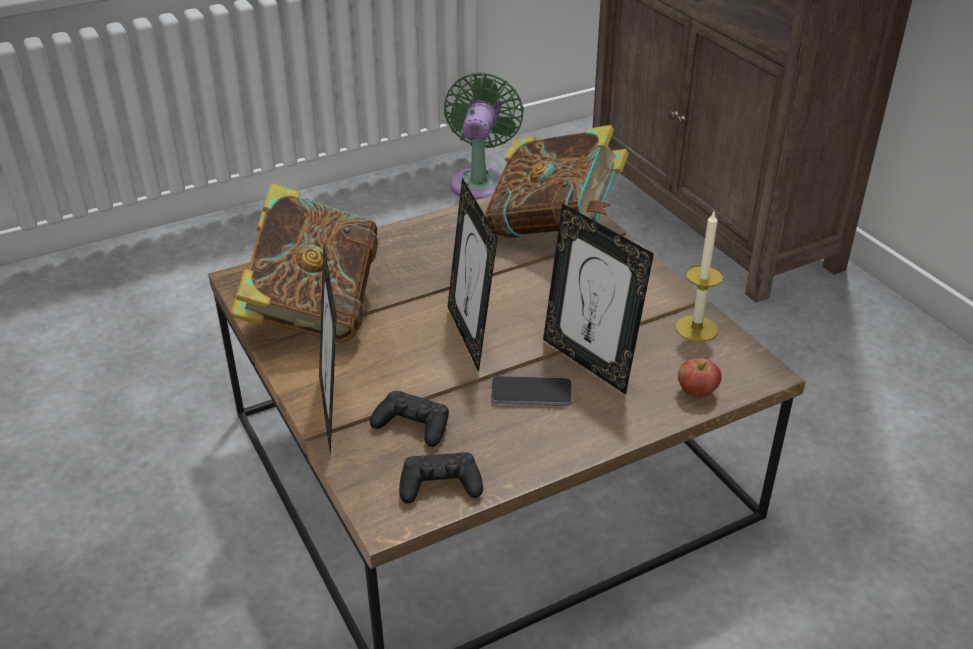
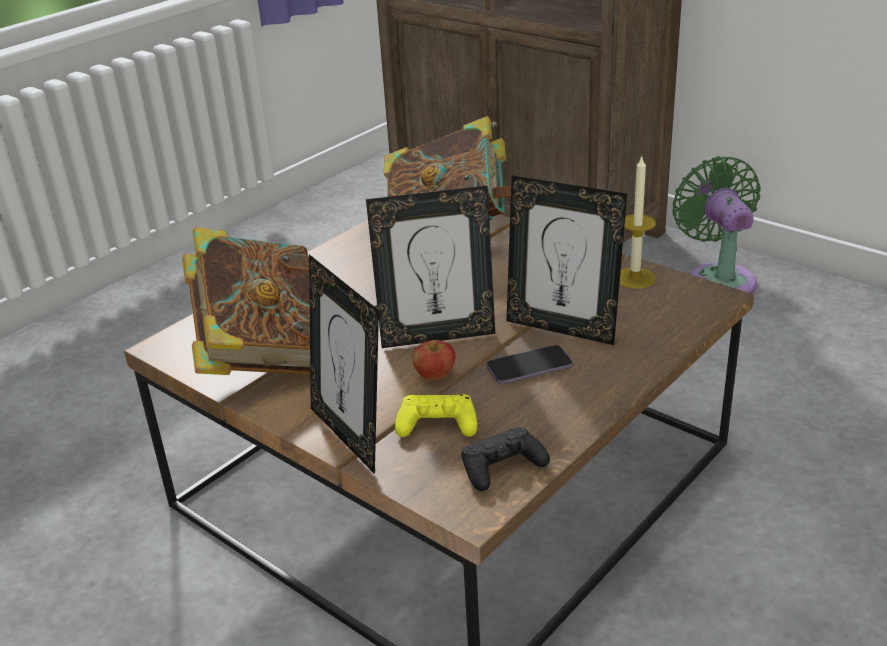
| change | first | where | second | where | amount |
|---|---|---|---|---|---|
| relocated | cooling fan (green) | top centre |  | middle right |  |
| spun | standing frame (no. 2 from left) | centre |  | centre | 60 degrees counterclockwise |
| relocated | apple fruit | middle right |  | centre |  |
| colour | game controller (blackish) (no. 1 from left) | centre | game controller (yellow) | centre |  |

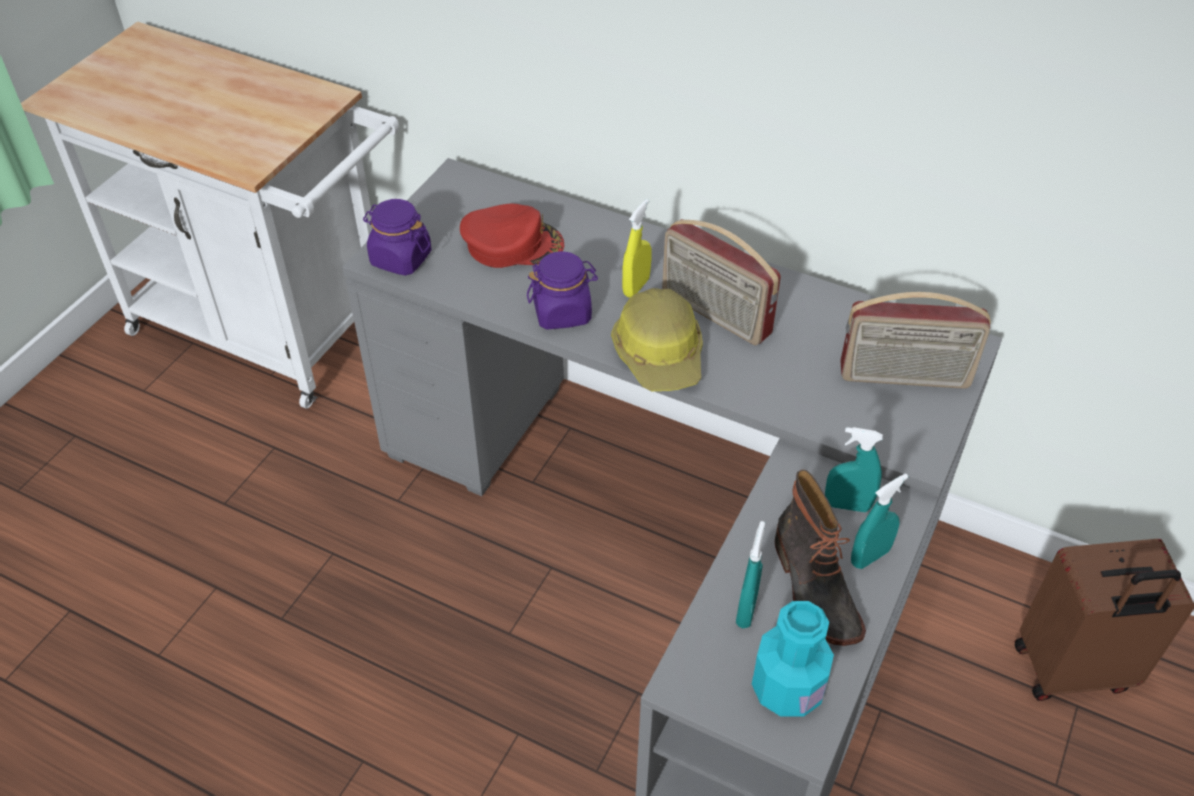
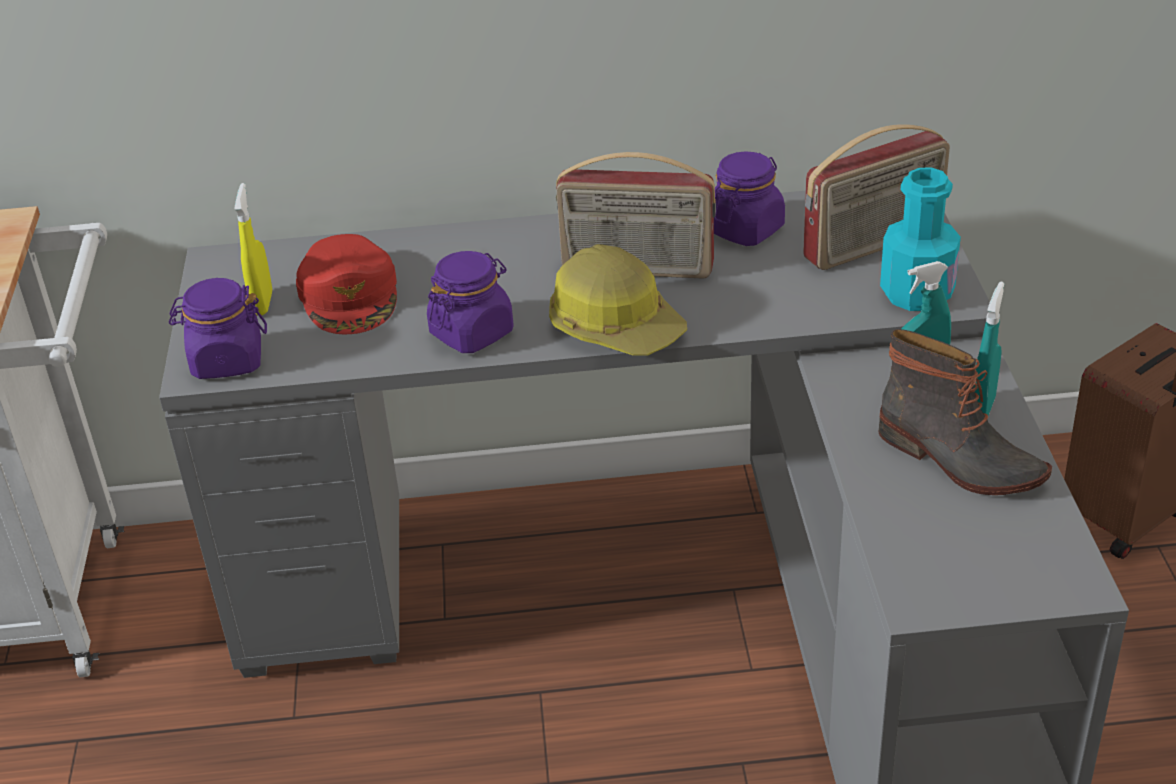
| change | first | where | second | where | amount |
|---|---|---|---|---|---|
| relocated | sprayer (yellow) | top centre |  | top left |  |
| spun | peaked cap (reddish) | top centre |  | middle left | 105 degrees clockwise |
| missing | sprayer (turquoise-coloured) (no. 1 from left) | bottom centre |  |  |  |
| relocated | drink bottle (turquoise-coloured) | bottom centre |  | top right |  |
| appeared |  |  | storage jar (purplish) (no. 3 from left) | top centre |  |

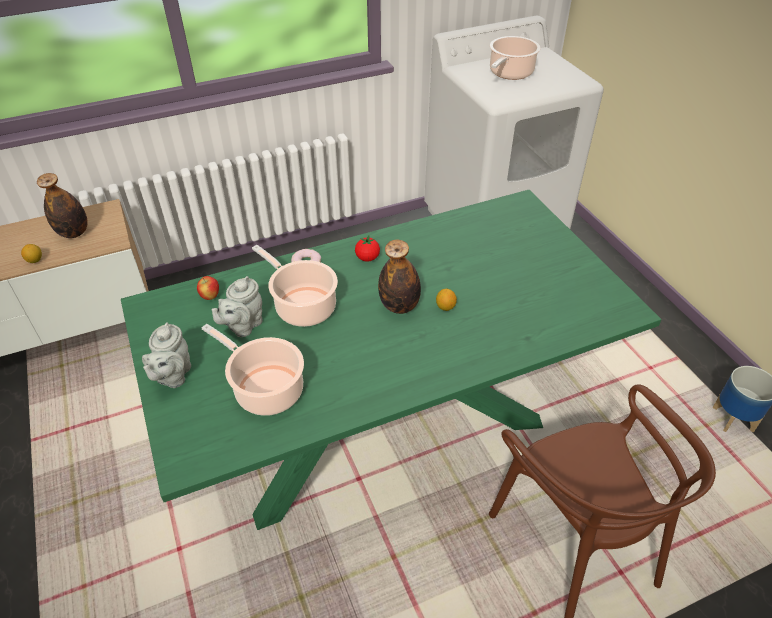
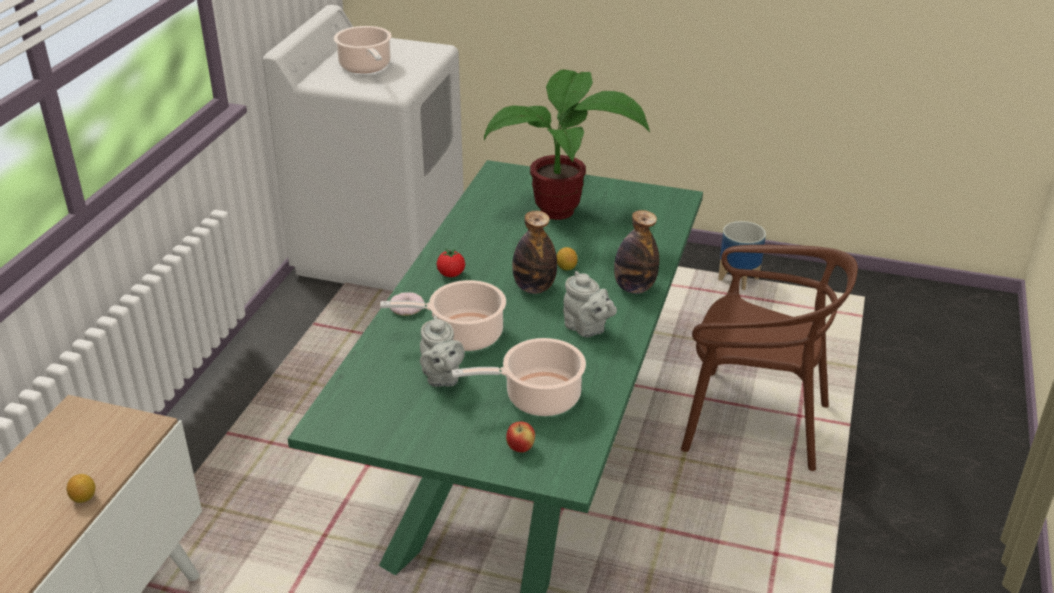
| change | first | where | second | where | amount |
|---|---|---|---|---|---|
| relocated | drink bottle (no. 1 from left in the first image) | top left | drink bottle (no. 2 from left) | centre |  |
| relocated | apple fruit | middle left |  | bottom centre |  |
| relocated | teapot (gray) (no. 1 from left in the first image) | middle left | teapot (gray) (no. 2 from left) | centre |  |
| appeared |  |  | plant in a pot | top centre |  |

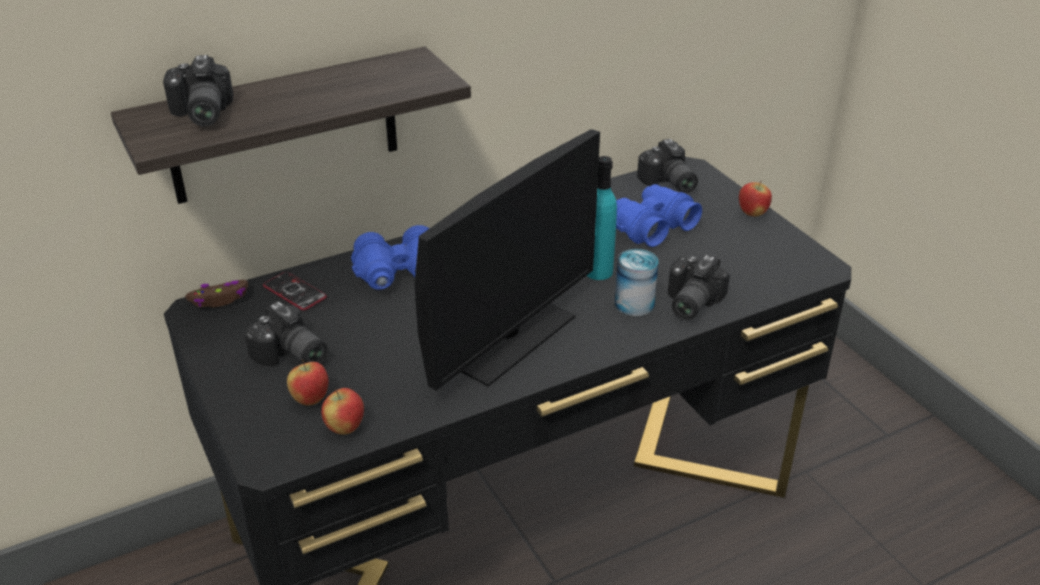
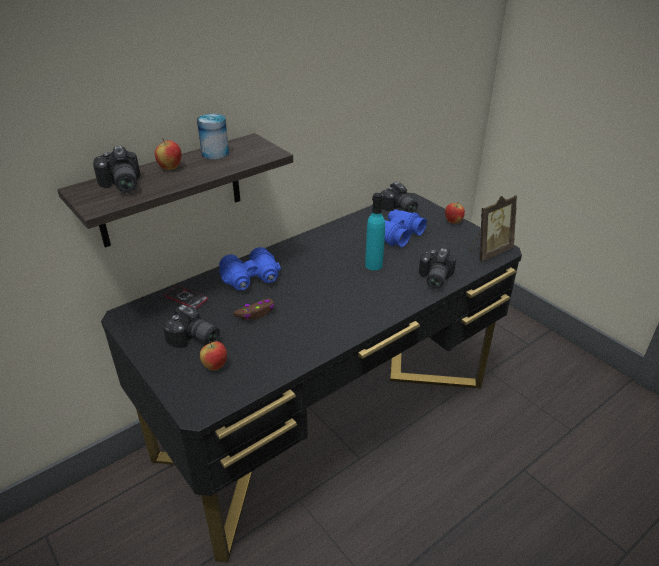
| change | first | where | second | where | amount |
|---|---|---|---|---|---|
| missing | computer display | centre |  |  |  |
| relocated | sealed can | centre |  | top left |  |
| relocated | game controller (brownish) | middle left |  | centre |  |
| relocated | apple fruit (no. 2 from left in the first image) | bottom left | apple fruit (no. 1 from left) | top left |  |
| appeared |  |  | standing frame | middle right |  |

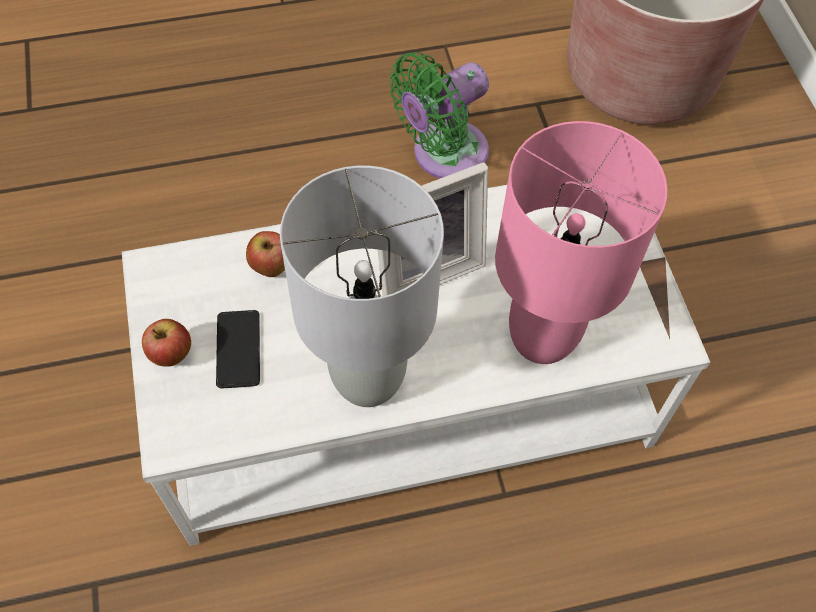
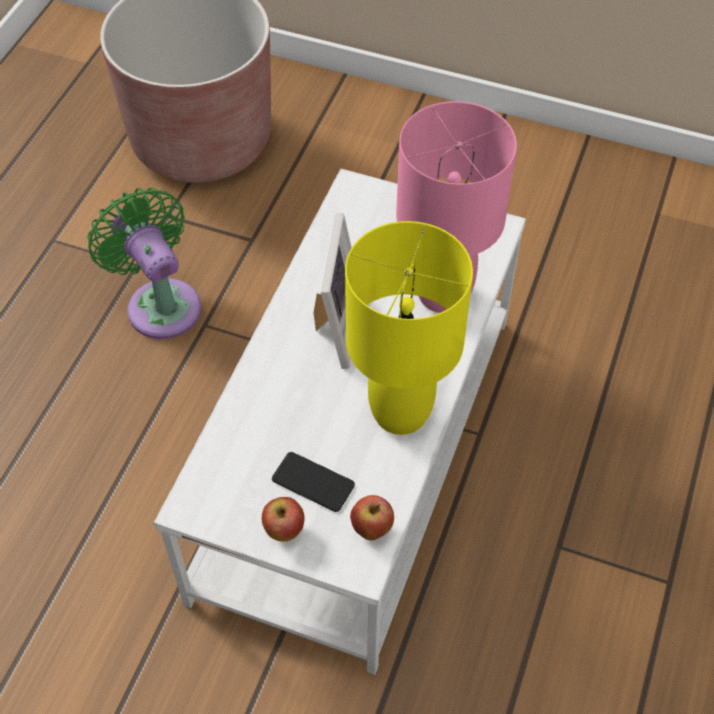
| change | first | where | second | where | amount |
|---|---|---|---|---|---|
| spun | cooling fan (green) | top centre |  | middle left | 150 degrees clockwise |
| colour | lamp for a table (gray) | centre | lamp for a table (yellow) | centre |  |
| relocated | apple fruit (no. 2 from left) | middle left |  | bottom centre |  |

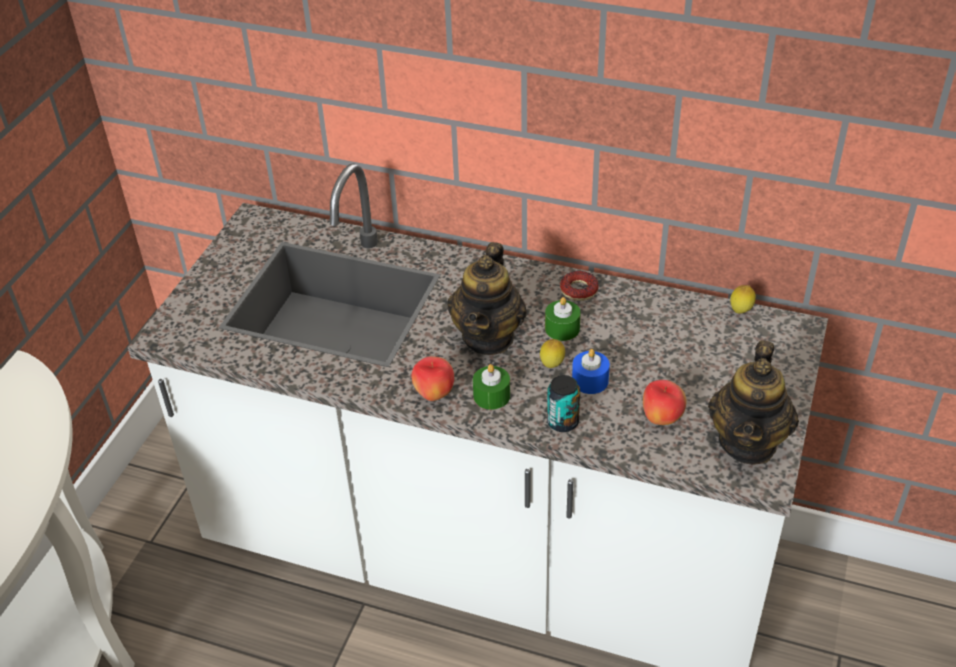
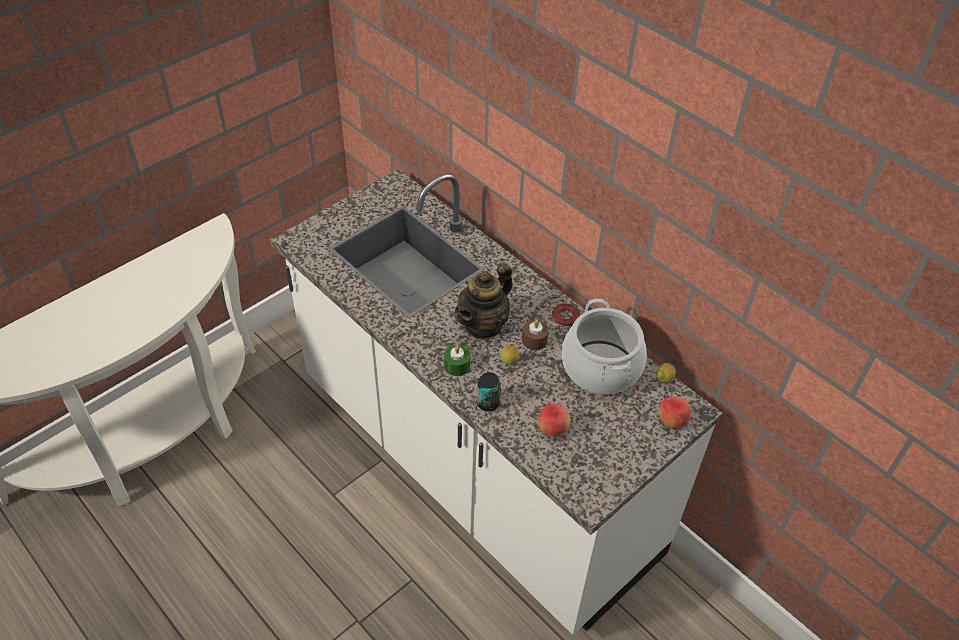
| change | first | where | second | where | amount |
|---|---|---|---|---|---|
| colour | wax candle (green) (no. 2 from left) | centre | wax candle (brownish) | centre |  |
| missing | teapot (no. 2 from left) | middle right |  |  |  |
| missing | wax candle (bluish) | centre |  |  |  |
| relocated | apple fruit (no. 1 from left in the first image) | centre | apple fruit (no. 2 from left) | middle right |  |
| appeared |  |  | cooking pot | centre |  |

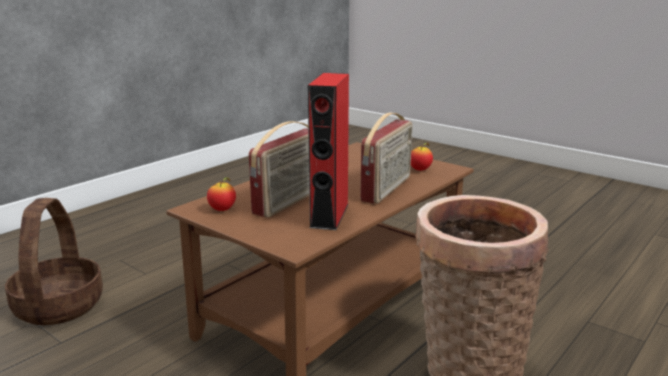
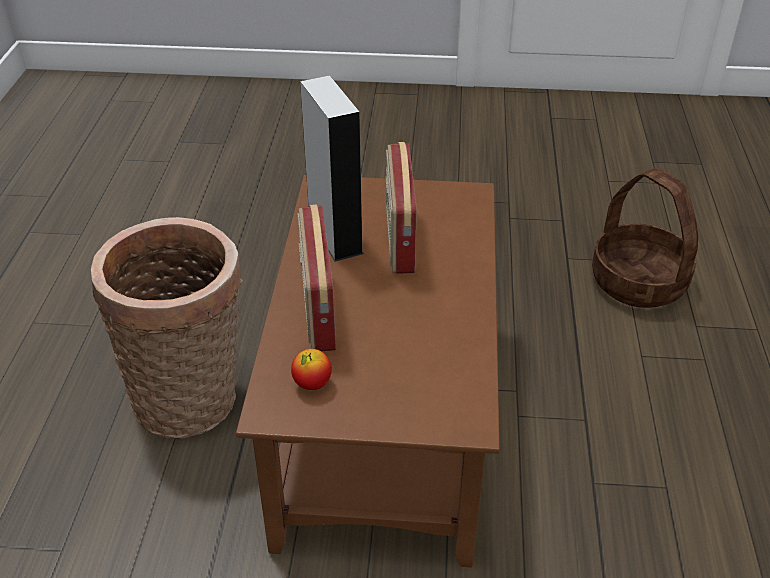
| change | first | where | second | where | amount |
|---|---|---|---|---|---|
| colour | speaker (reddish) | centre | speaker (gray) | top centre |  |
| missing | apple fruit (no. 1 from left) | middle left |  |  |  |

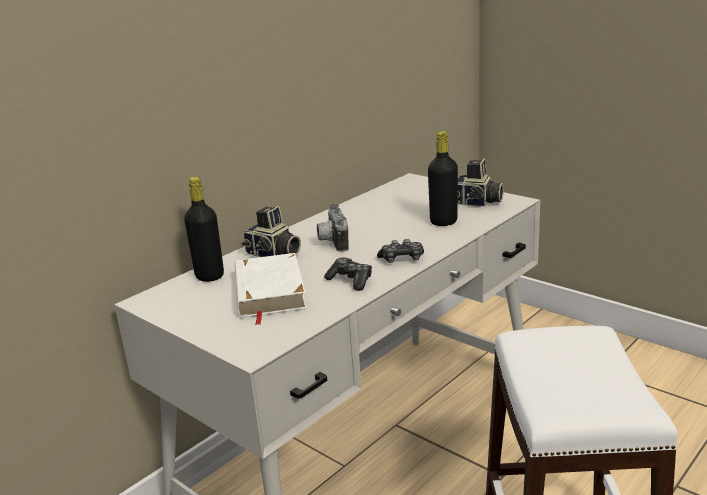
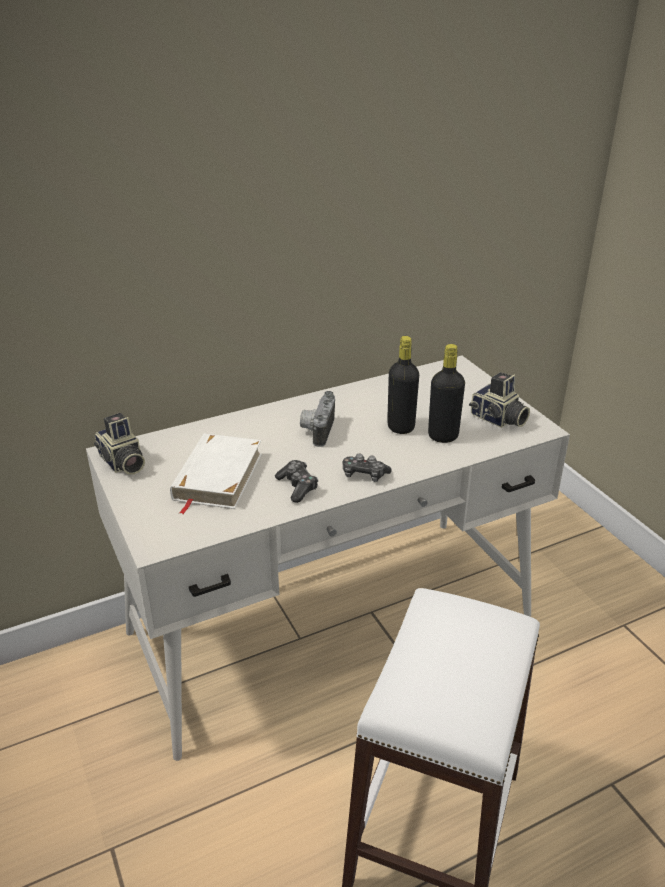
| change | first | where | second | where | amount |
|---|---|---|---|---|---|
| relocated | drink bottle (blackish) (no. 1 from left) | middle left |  | centre |  |
| relocated | photo camera (no. 1 from left) | centre |  | middle left |  |

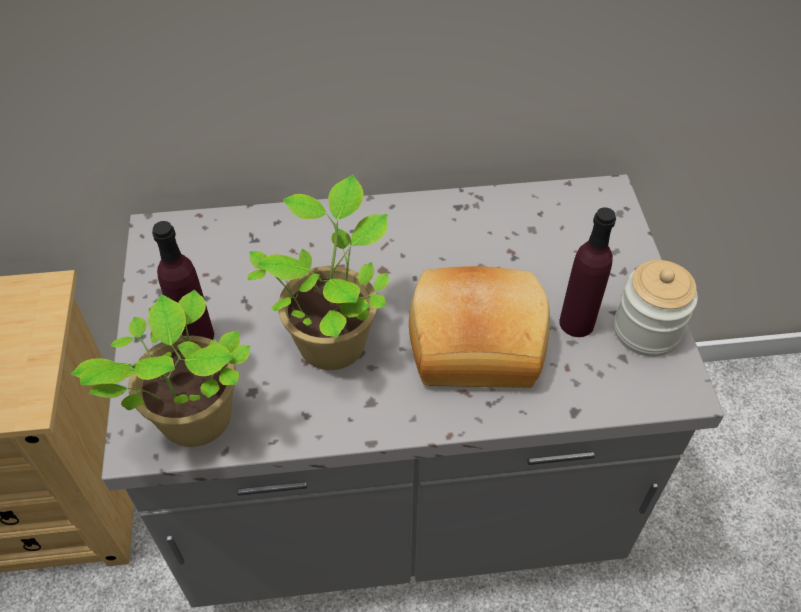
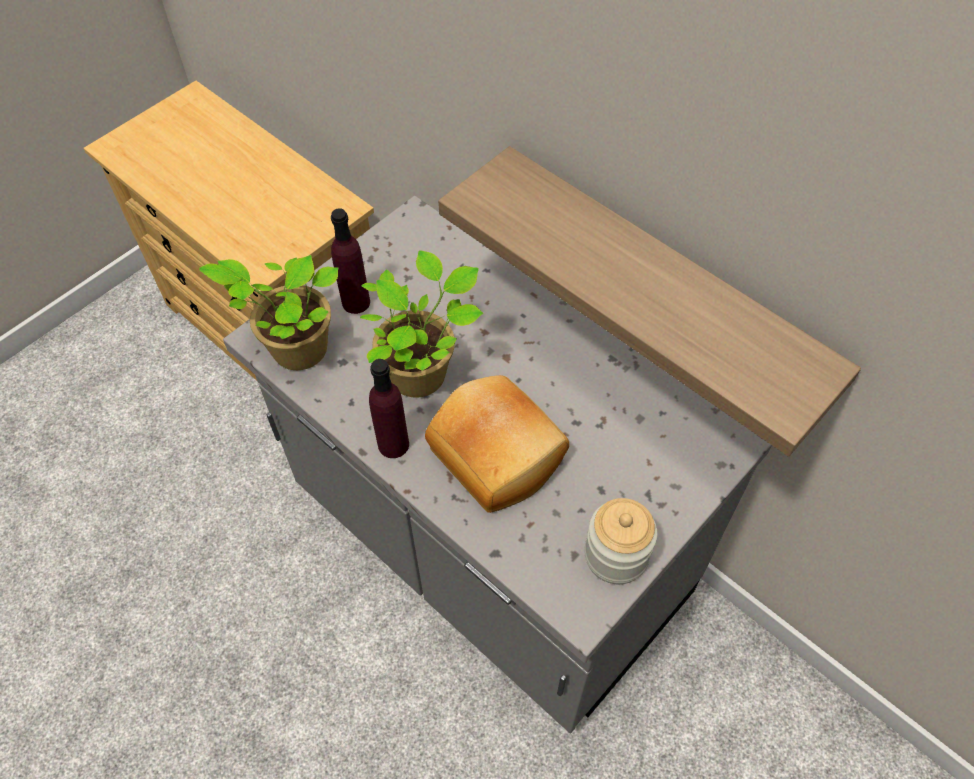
| change | first | where | second | where | amount |
|---|---|---|---|---|---|
| relocated | drink bottle (purplish) (no. 2 from left) | middle right |  | centre |  |
| appeared |  |  | bracket shelf | centre |  |

